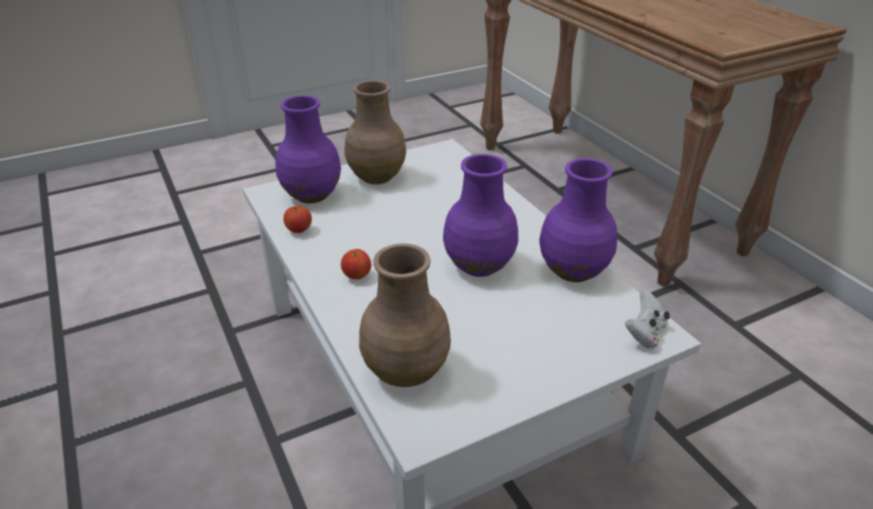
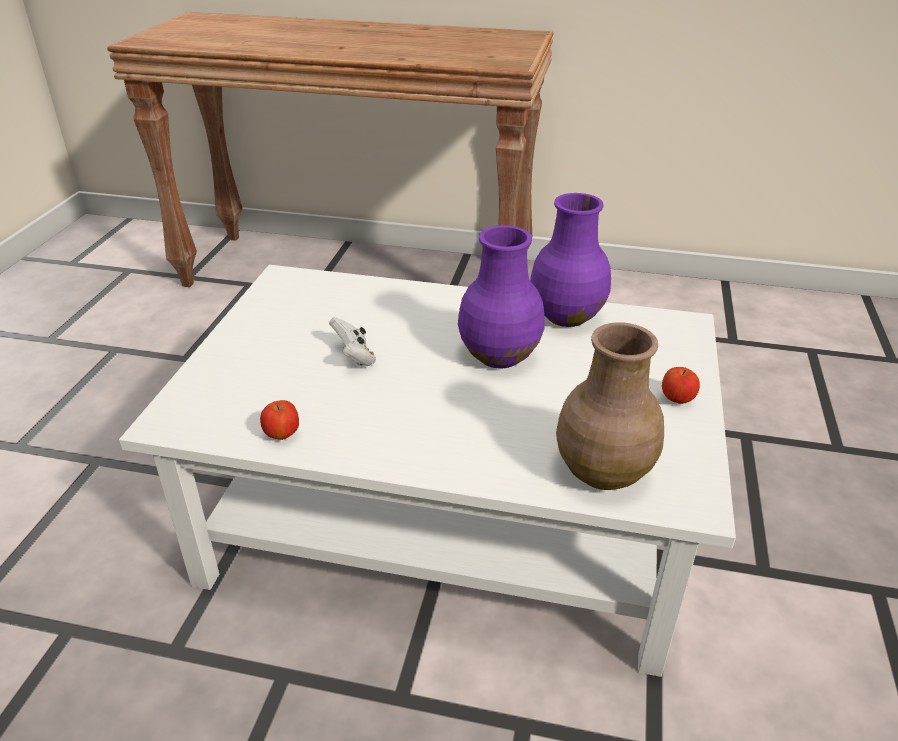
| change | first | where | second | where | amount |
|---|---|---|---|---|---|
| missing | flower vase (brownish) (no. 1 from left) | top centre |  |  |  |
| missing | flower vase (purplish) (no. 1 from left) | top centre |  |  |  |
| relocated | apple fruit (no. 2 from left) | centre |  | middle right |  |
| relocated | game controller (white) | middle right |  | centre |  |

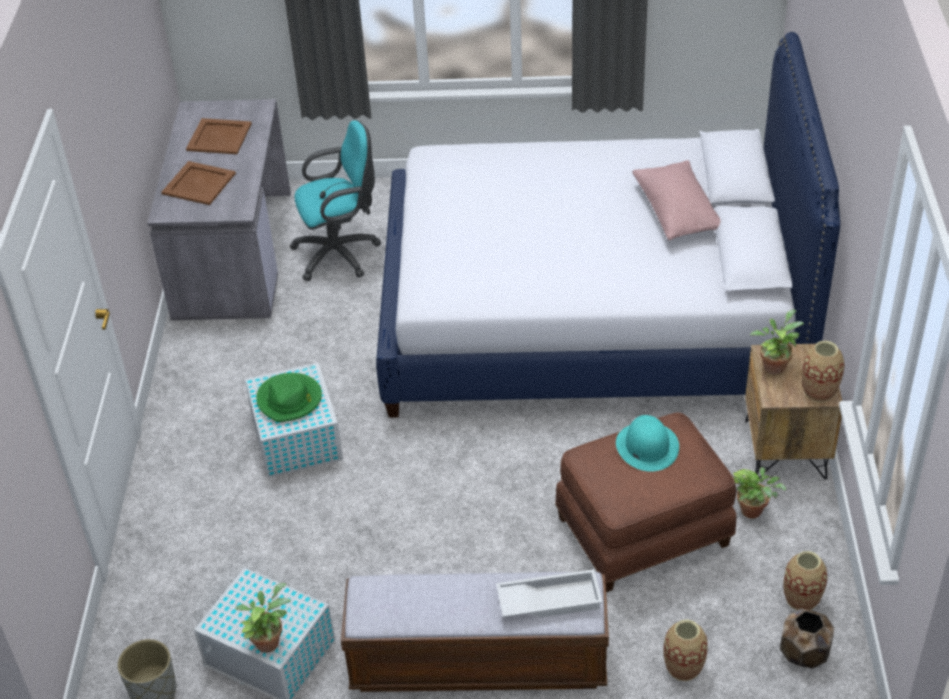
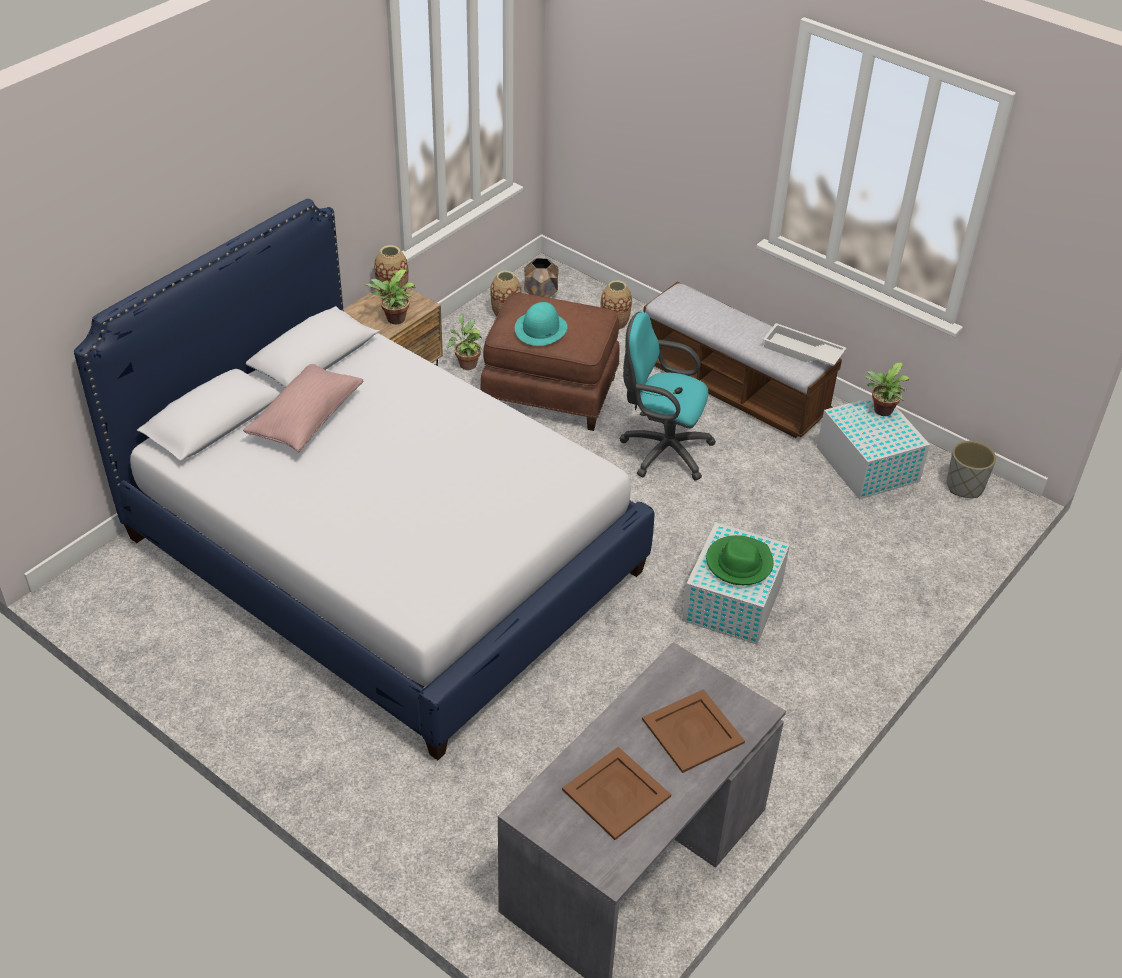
| change | first | where | second | where | amount |
|---|---|---|---|---|---|
| relocated | desk chair (turquoise-coloured) | top centre |  | centre |  |
| relocated | carrying tray (white) | bottom centre |  | middle right |  |

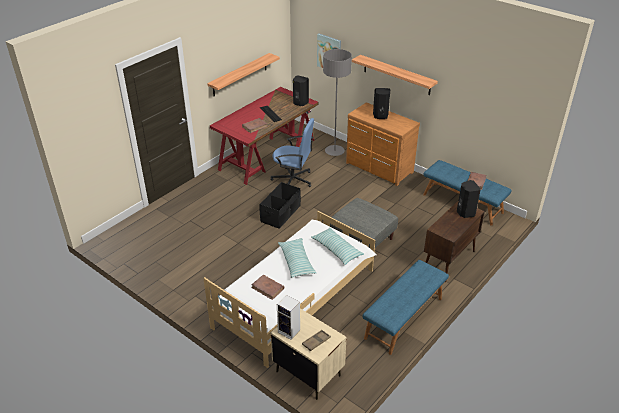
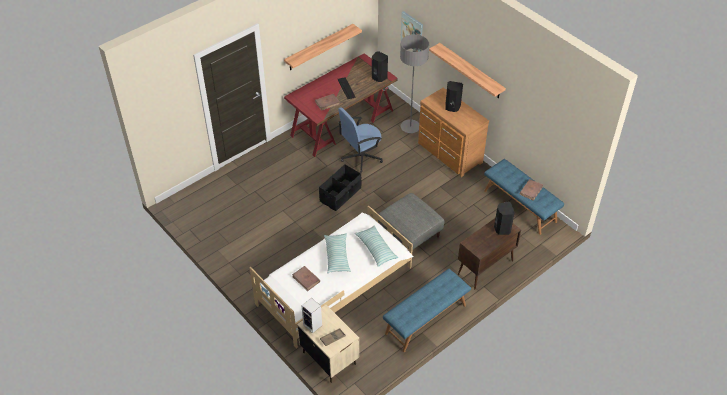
| change | first | where | second | where | amount |
|---|---|---|---|---|---|
| spun | desk chair (bluish) | centre |  | centre | 120 degrees clockwise |

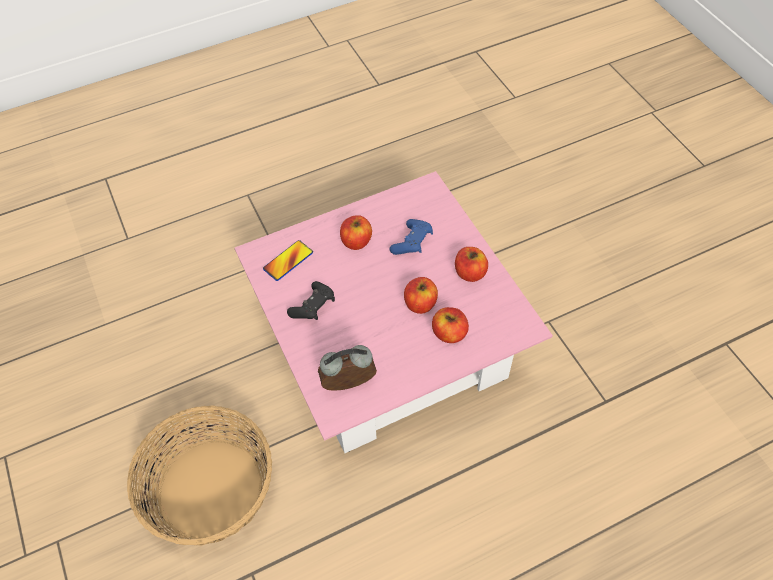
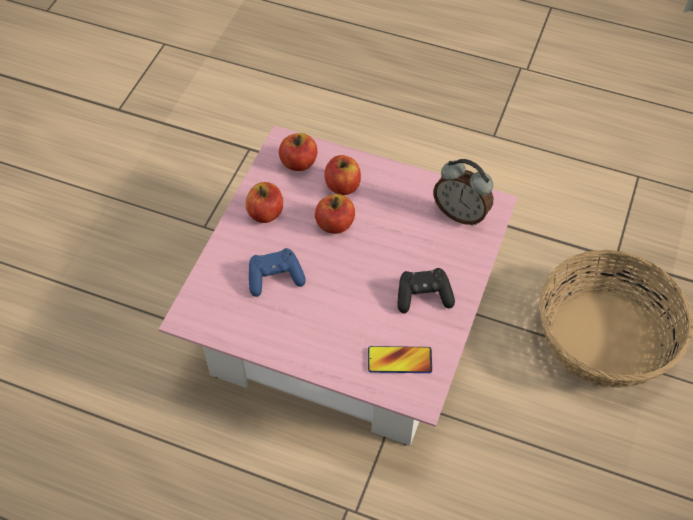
| change | first | where | second | where | amount |
|---|---|---|---|---|---|
| relocated | apple fruit (no. 1 from left in the first image) | centre | apple fruit (no. 2 from left) | top centre |  |

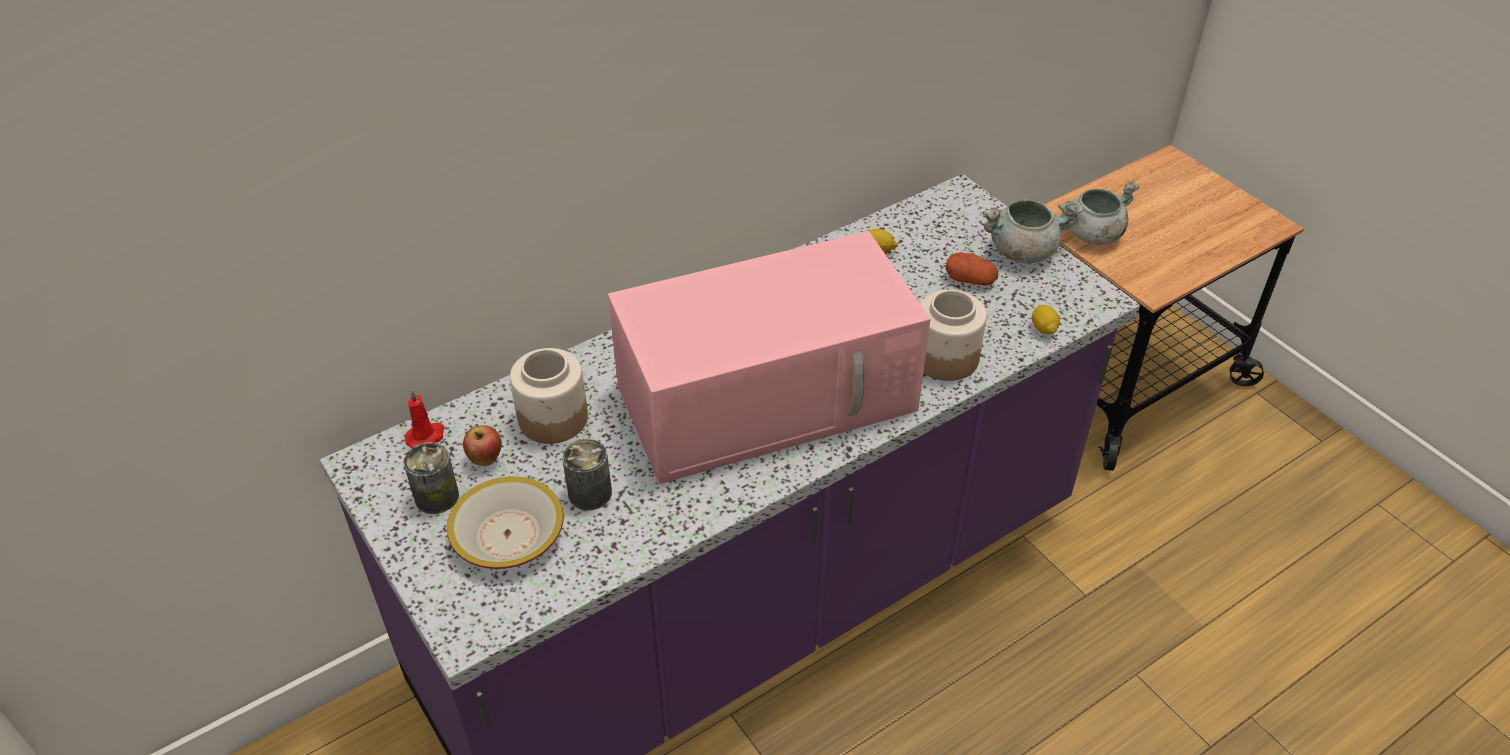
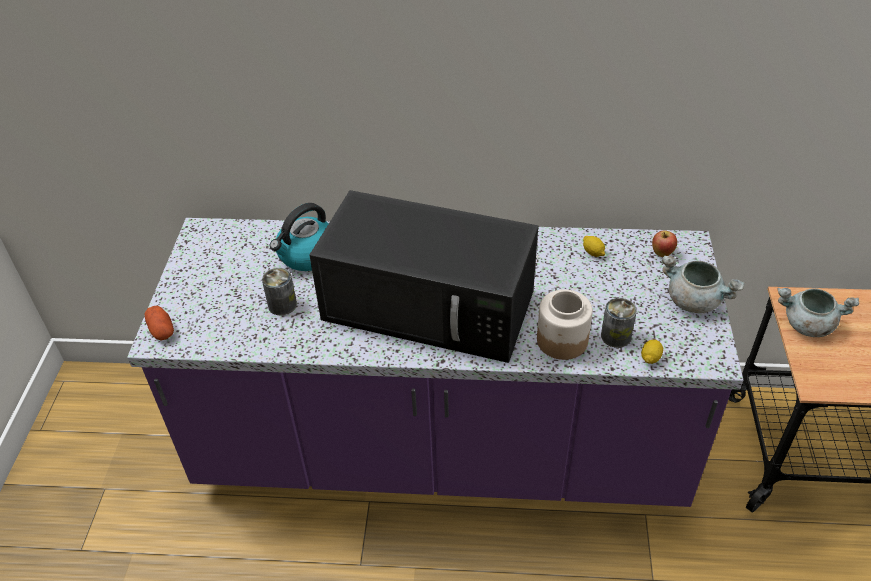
| change | first | where | second | where | amount |
|---|---|---|---|---|---|
| colour | kitchen microwave (pinkish) | centre | kitchen microwave (blackish) | centre |  |
| relocated | whole potato | centre |  | middle left |  |
| exchanged | storage jar (no. 1 from left) | centre | kettle | centre |  |
| missing | wax candle (reddish) | middle left |  |  |  |
| relocated | apple fruit | middle left |  | middle right |  |
| relocated | sealed can (no. 1 from left in the first image) | middle left | sealed can (no. 2 from left) | middle right |  |
| missing | deep dish | bottom centre |  |  |  |

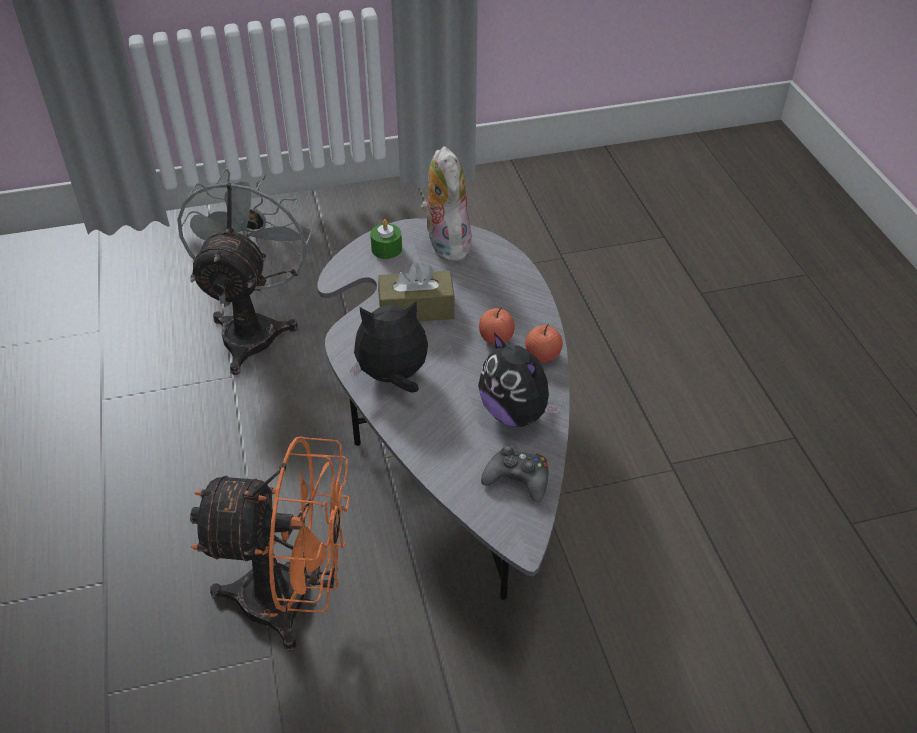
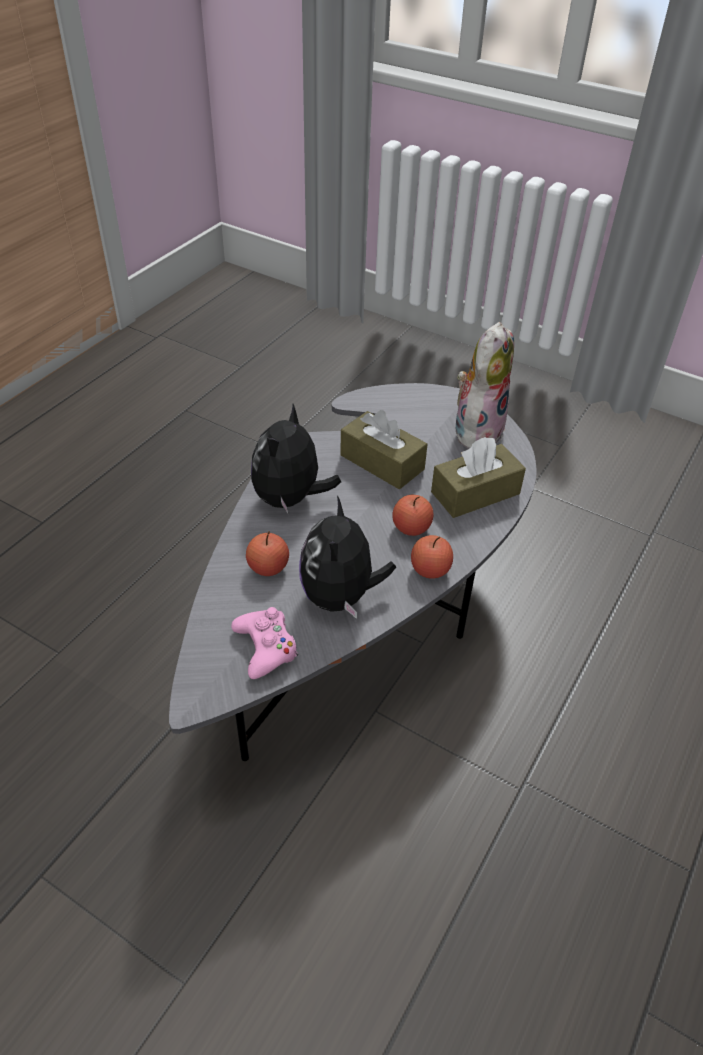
| change | first | where | second | where | amount |
|---|---|---|---|---|---|
| missing | cooling fan (gray) | middle left |  |  |  |
| missing | wax candle (green) | top centre |  |  |  |
| spun | cuddly toy (no. 1 from left) | centre |  | centre | 105 degrees counterclockwise |
| missing | cooling fan (orange-coloured) | bottom left |  |  |  |
| colour | game controller (blackish) | centre | game controller (pinkish) | centre |  |
| appeared |  |  | box of tissues (brownish) (no. 2 from left) | middle right |  |
| appeared |  |  | apple fruit (no. 1 from left) | centre |  |

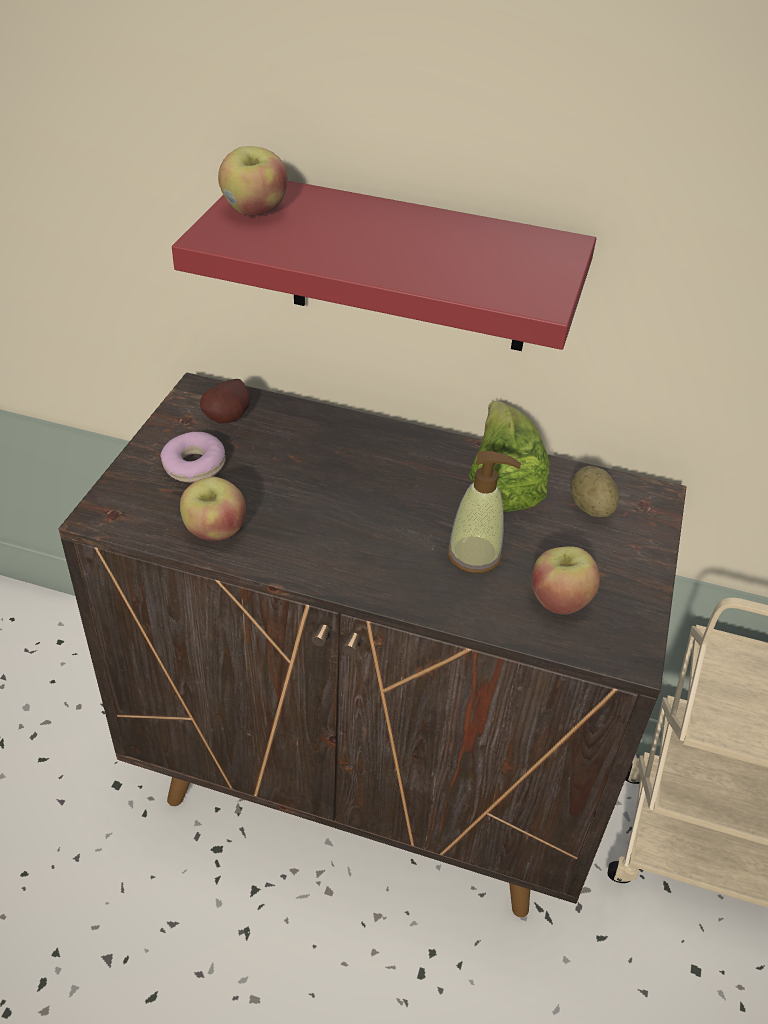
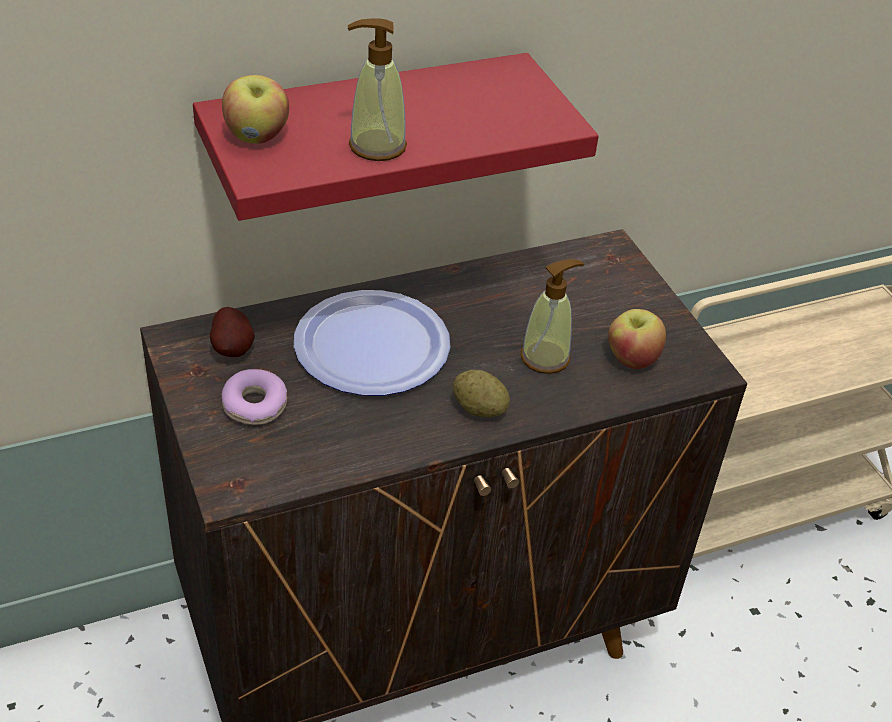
| change | first | where | second | where | amount |
|---|---|---|---|---|---|
| missing | lettuce | centre |  |  |  |
| relocated | whole potato (no. 2 from left) | middle right |  | centre |  |
| missing | apple fruit (no. 1 from left) | middle left |  |  |  |
| appeared |  |  | soap bottle (no. 1 from left) | top centre |  |
| appeared |  |  | plate | centre |  |

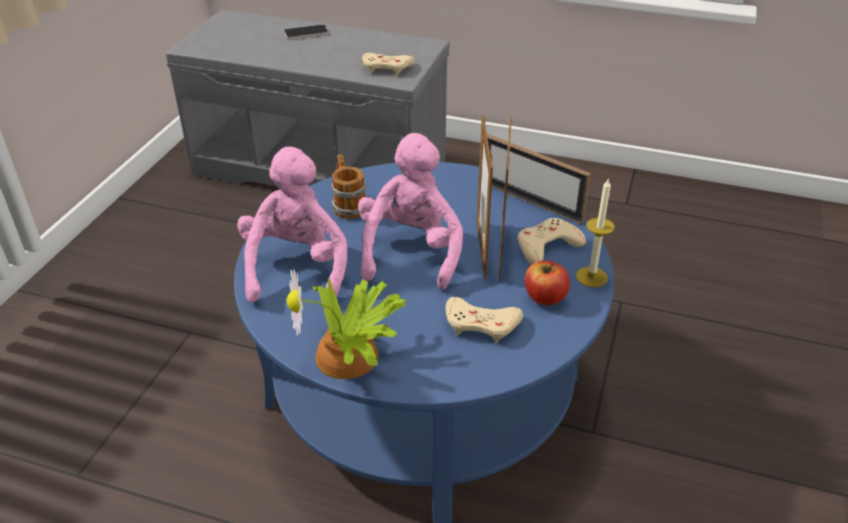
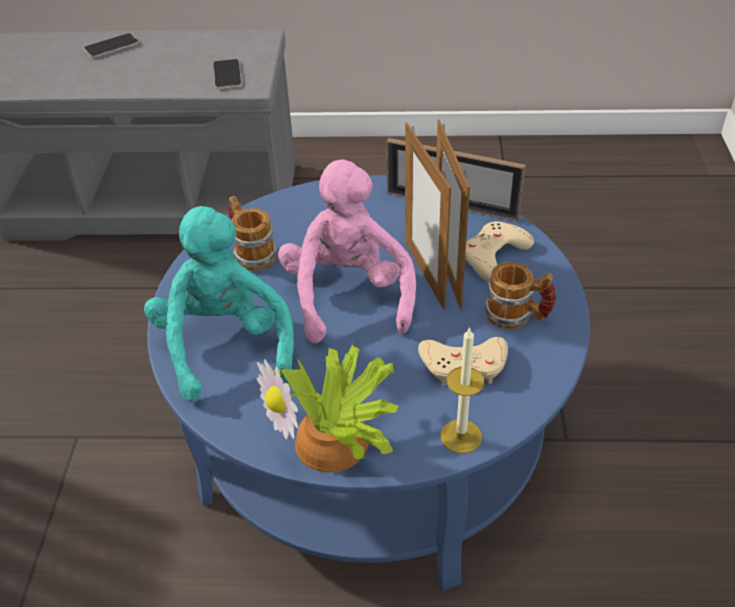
| change | first | where | second | where | amount |
|---|---|---|---|---|---|
| exchanged | game controller (sand-coloured) (no. 1 from left) | top centre | telephone (no. 2 from left) | top left |  |
| colour | cuddly toy (pinkish) (no. 1 from left) | centre | cuddly toy (turquoise-coloured) | middle left |  |
| relocated | wax candle | middle right |  | centre |  |
| exchanged | apple fruit | centre | mug (no. 2 from left) | middle right |  |

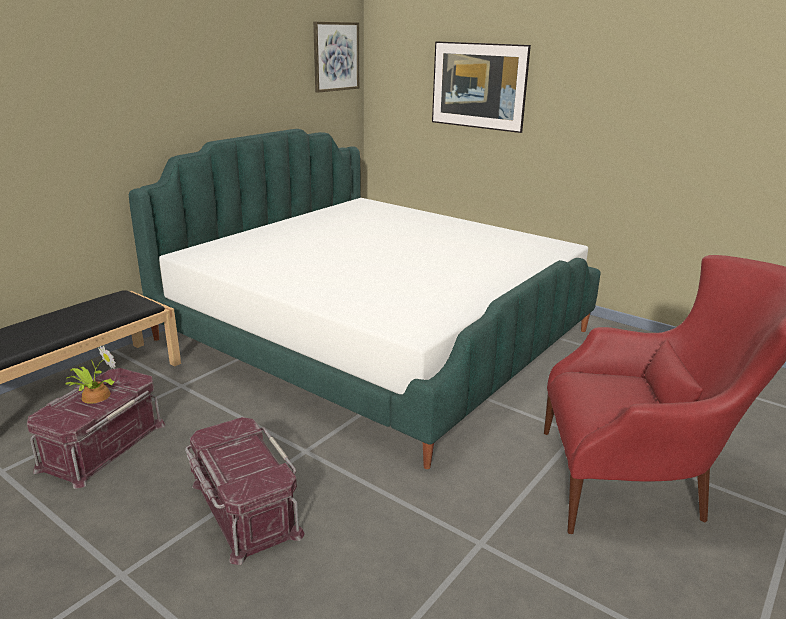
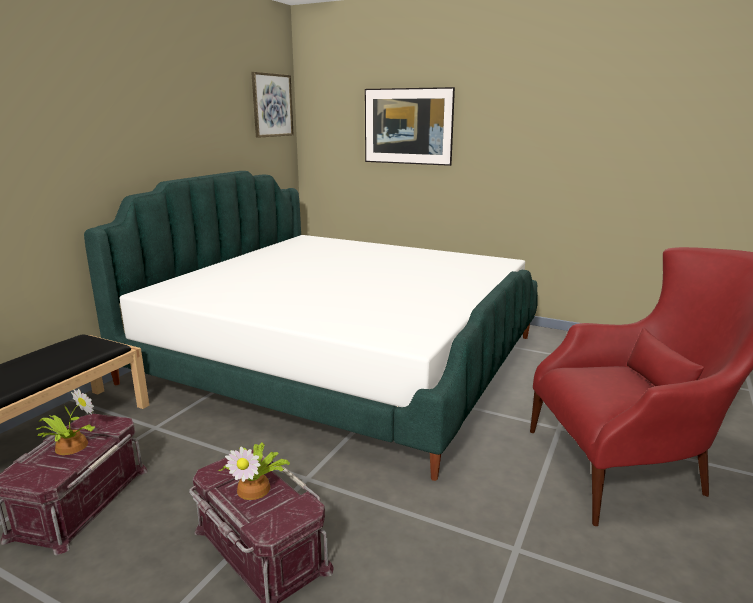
| change | first | where | second | where | amount |
|---|---|---|---|---|---|
| appeared |  |  | plant in a pot (no. 2 from left) | bottom centre |  |

